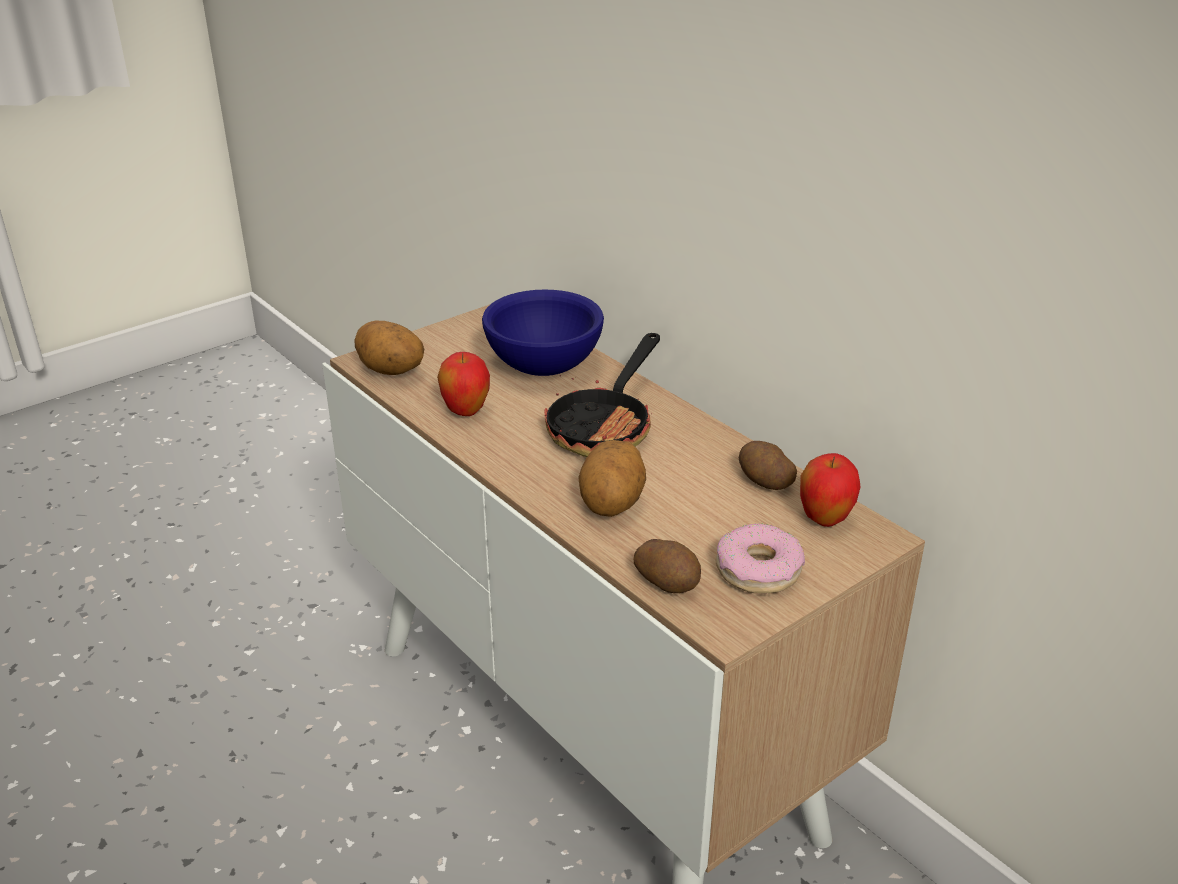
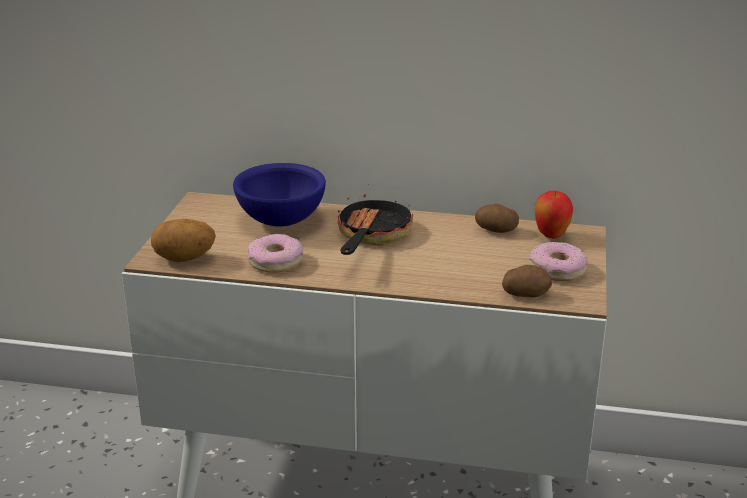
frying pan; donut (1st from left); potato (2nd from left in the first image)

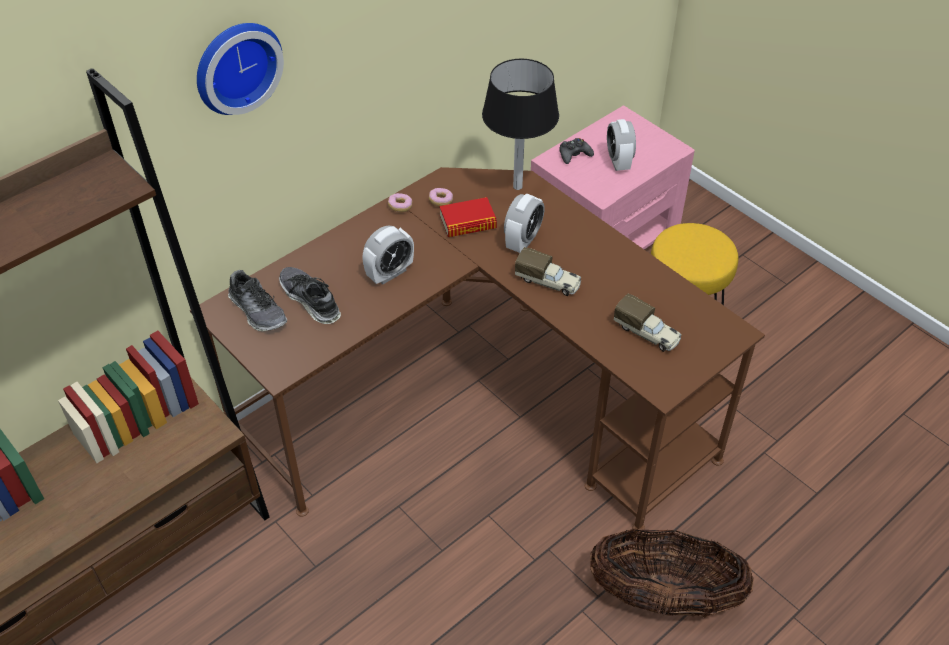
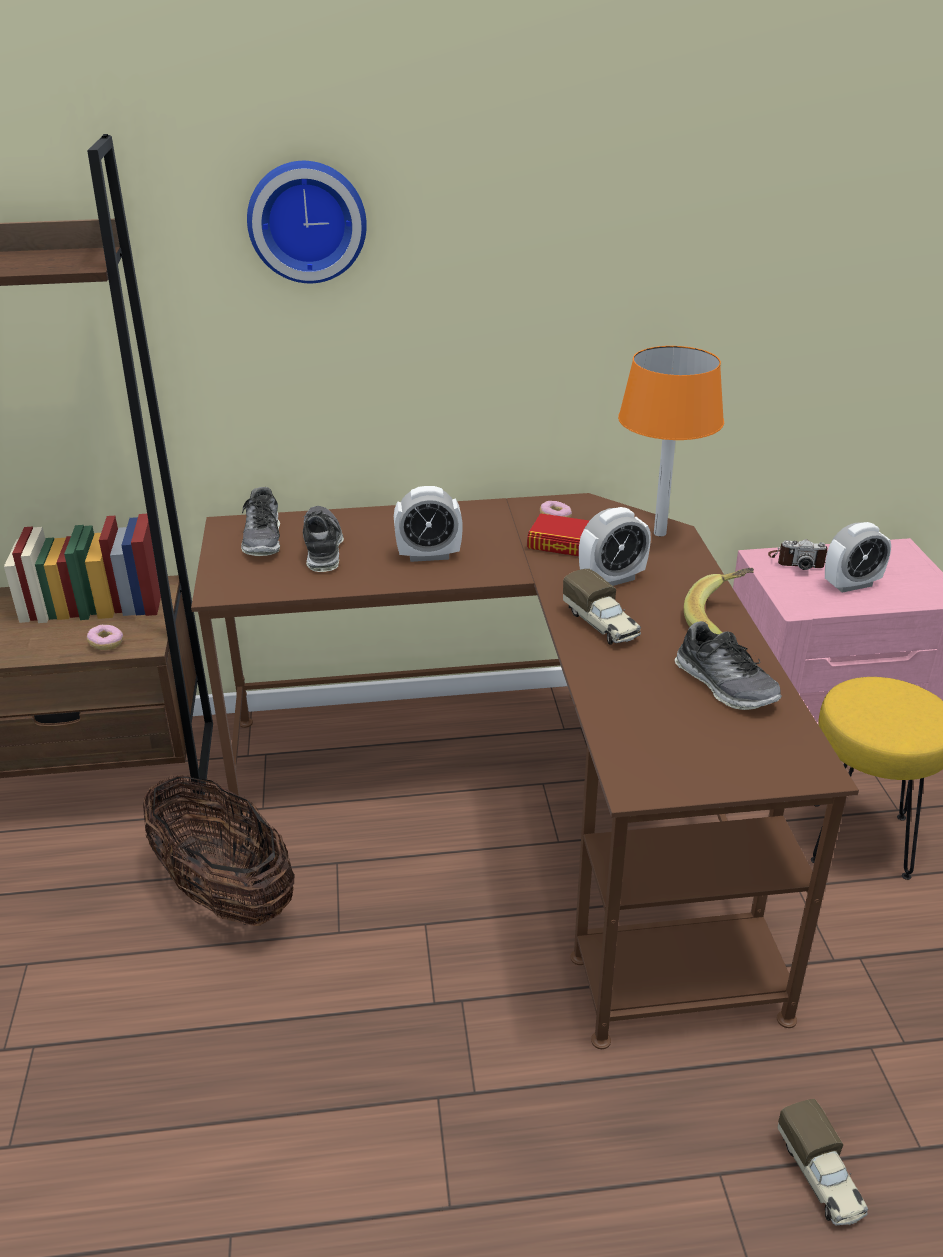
table lamp (orange); alarm clock (3rd from left); photo camera; donut (1st from left); toy truck (2nd from left); basket; banana; shoe (3rd from left)

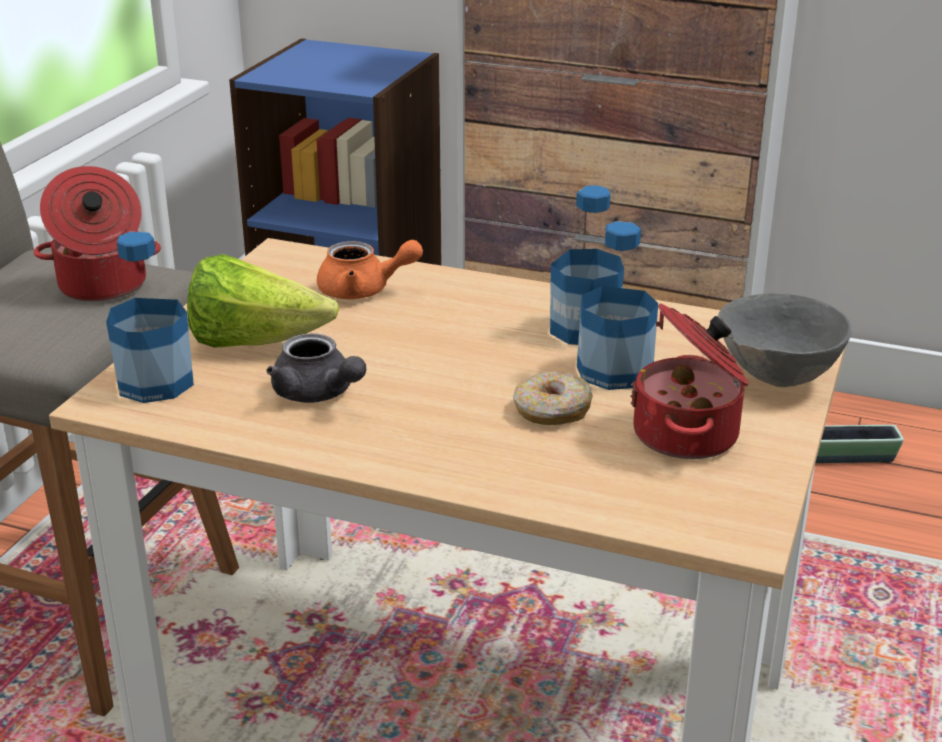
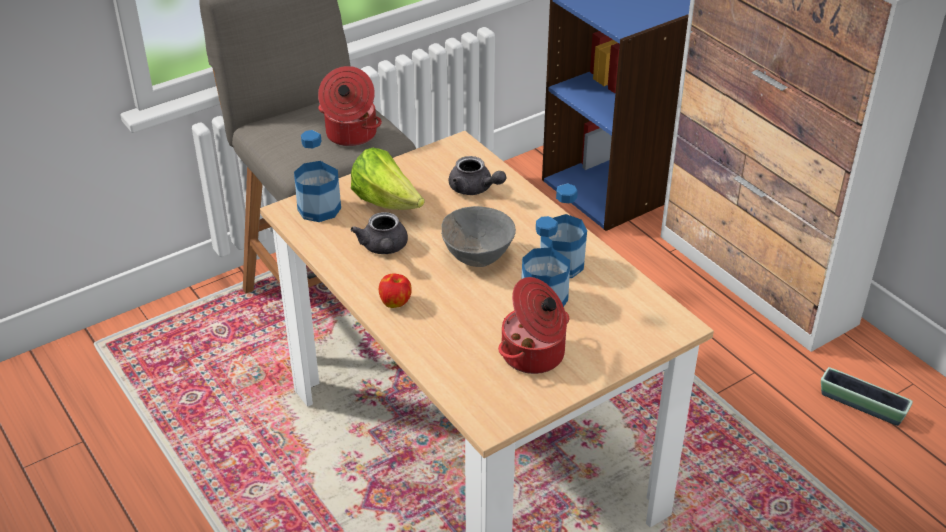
teapot (grey) (2nd from left); bowl (grey); donut; apple

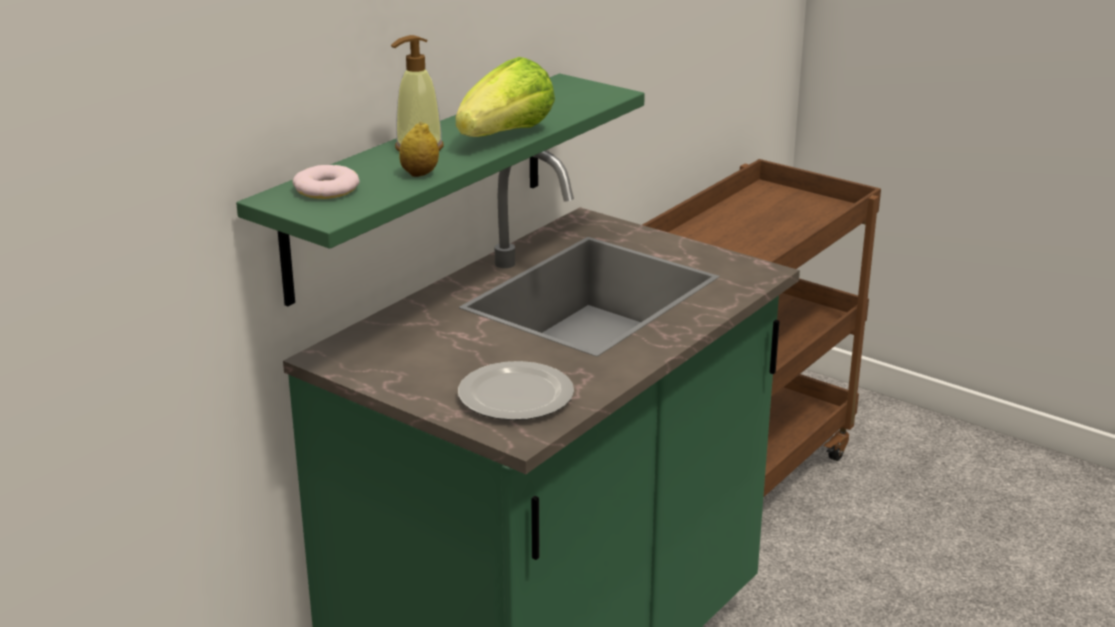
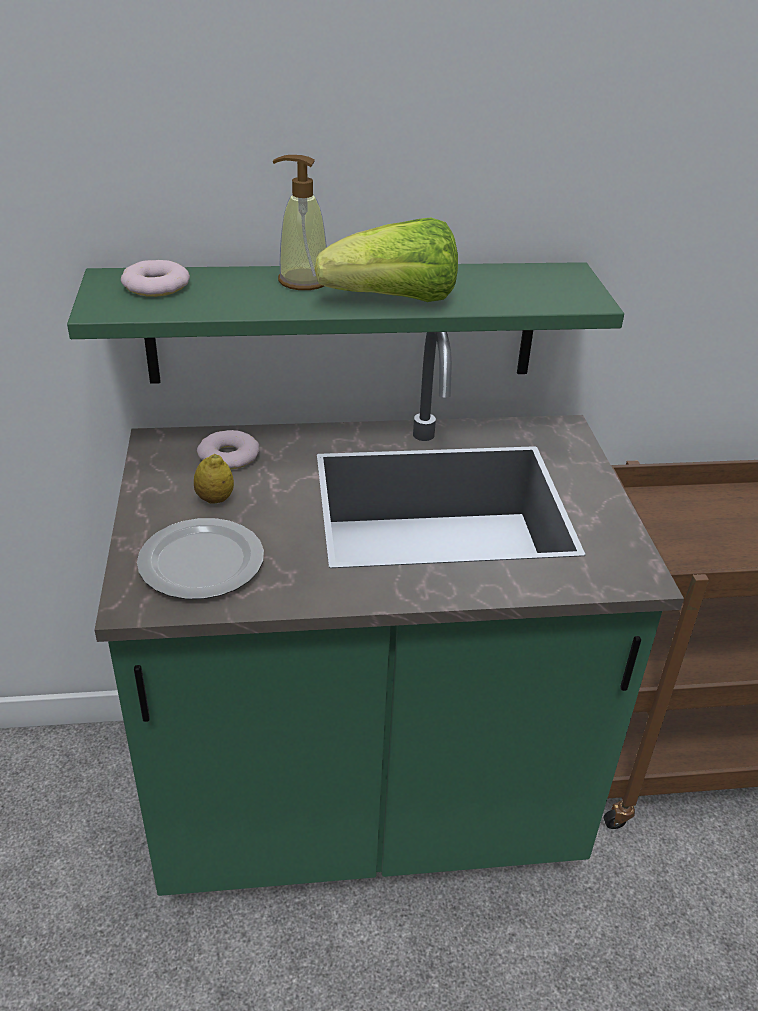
lemon; donut (2nd from left)

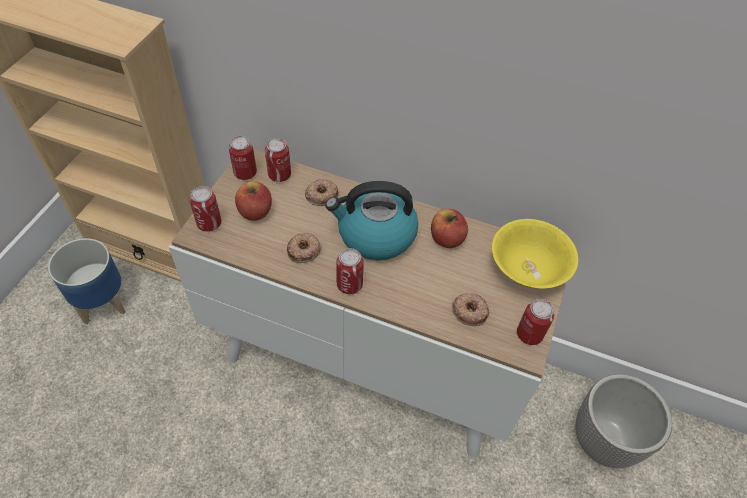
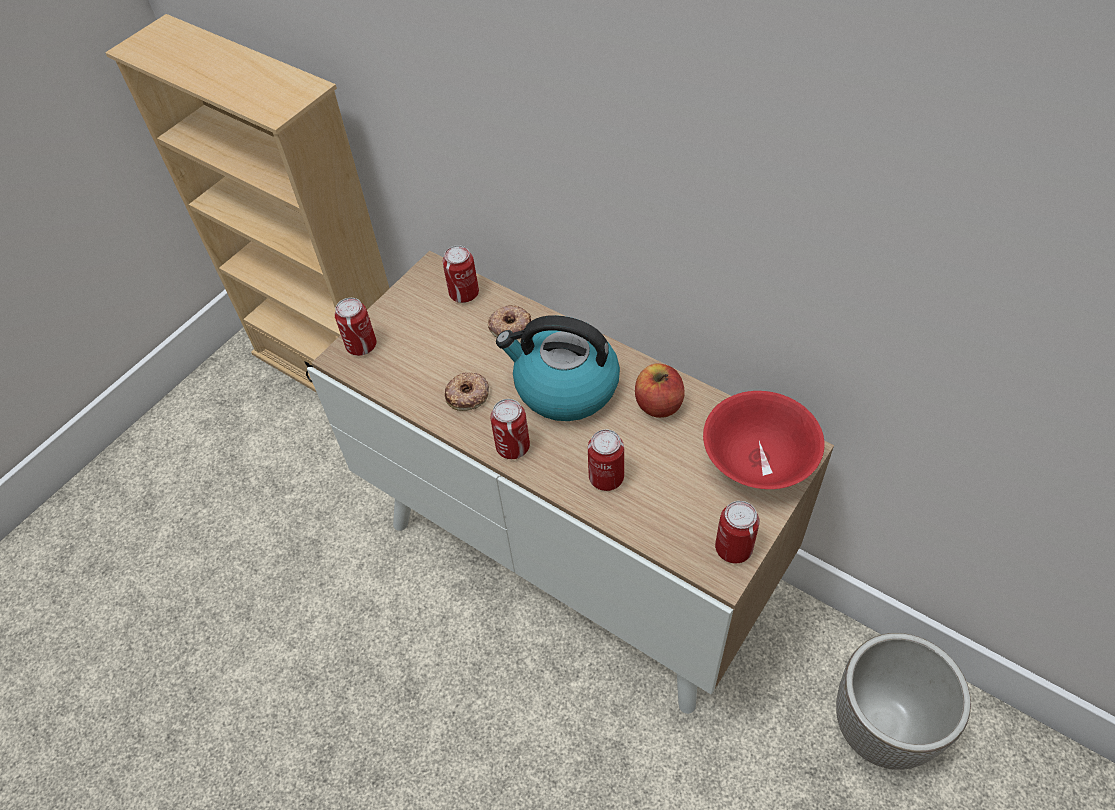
can (4th from left); apple (1st from left in the first image); bowl (red); planter (1st from left in the first image); donut (3rd from left in the first image)

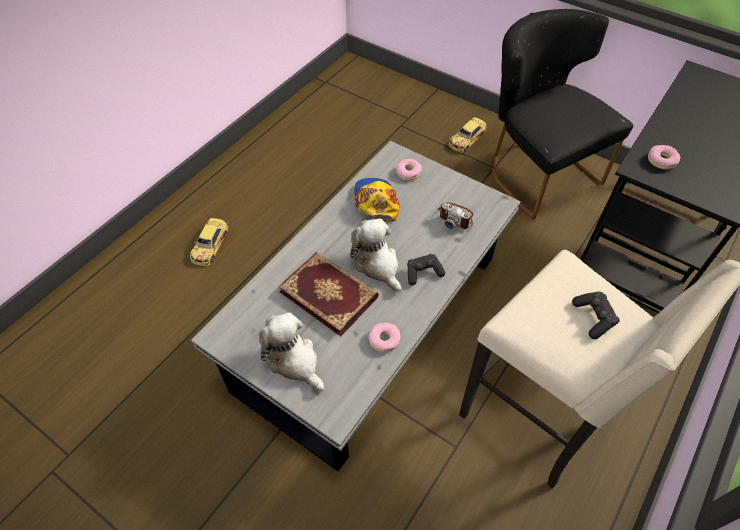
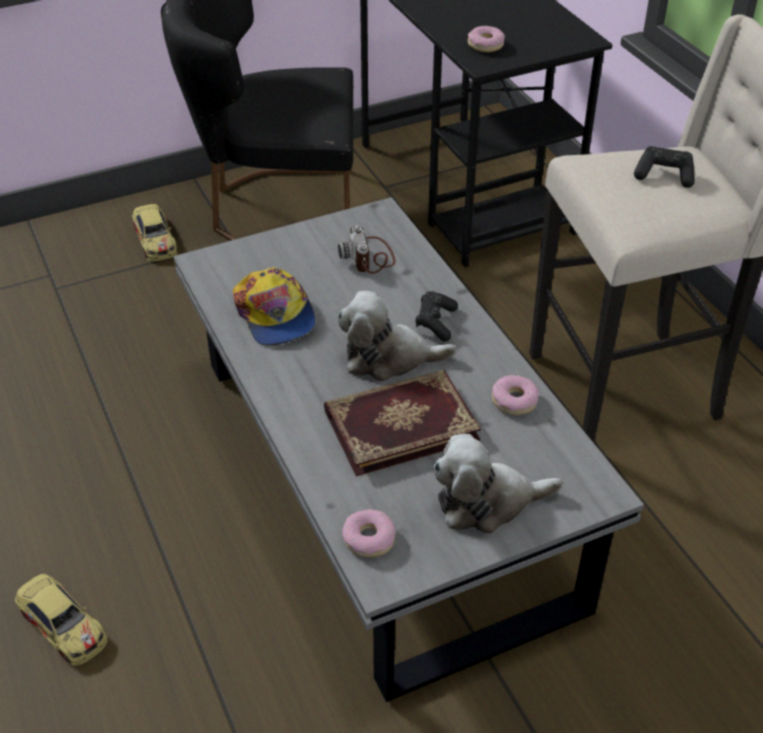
donut (1st from left); cap; photo camera

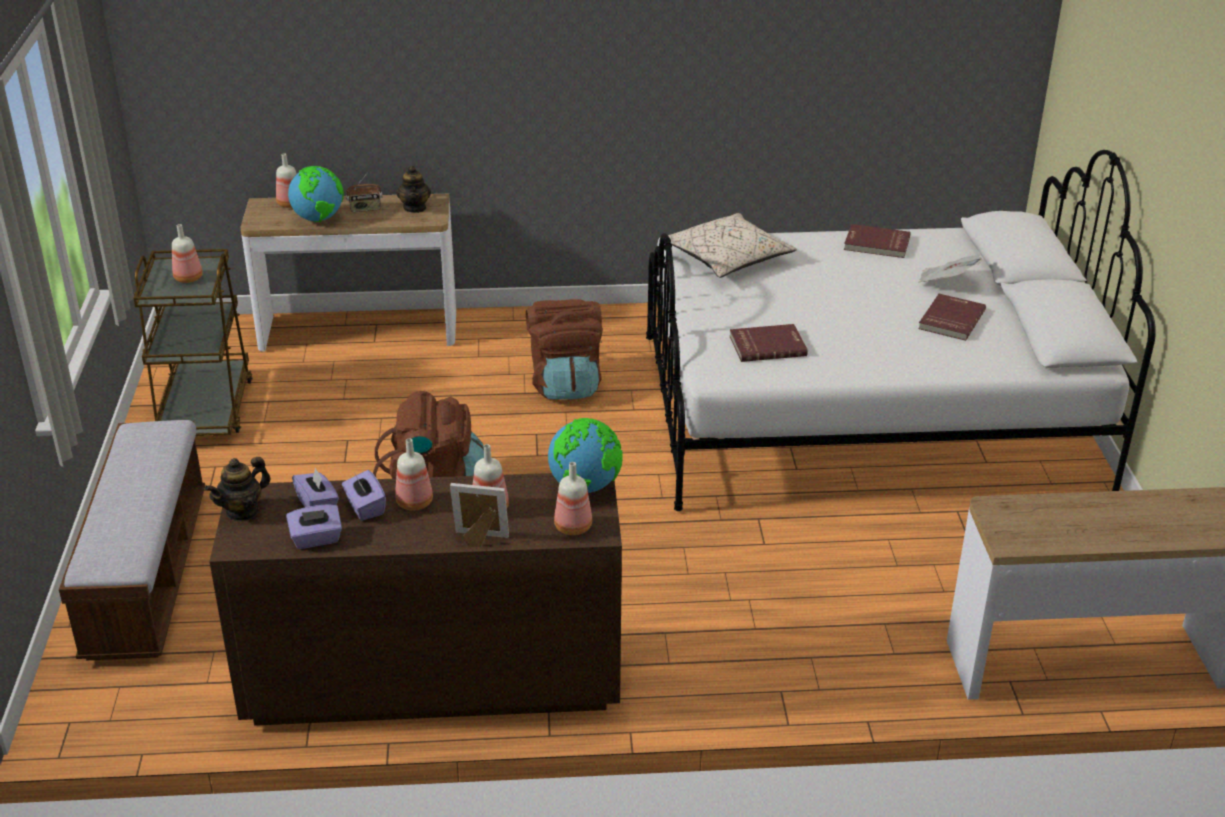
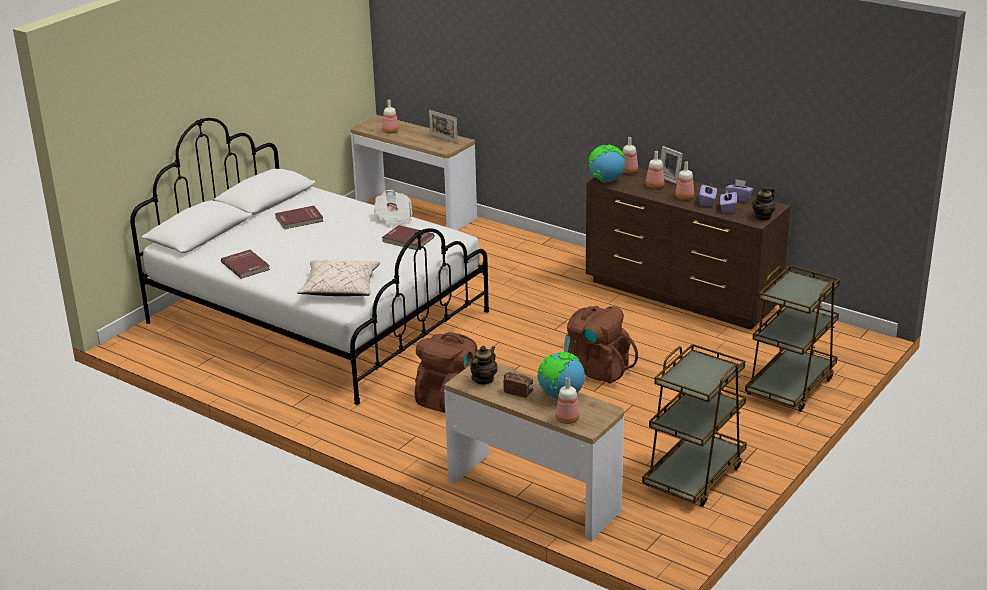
bottle (1st from left); newspaper; cart (brown) (2nd from left); teapot (2nd from left); picture frame (1st from left)

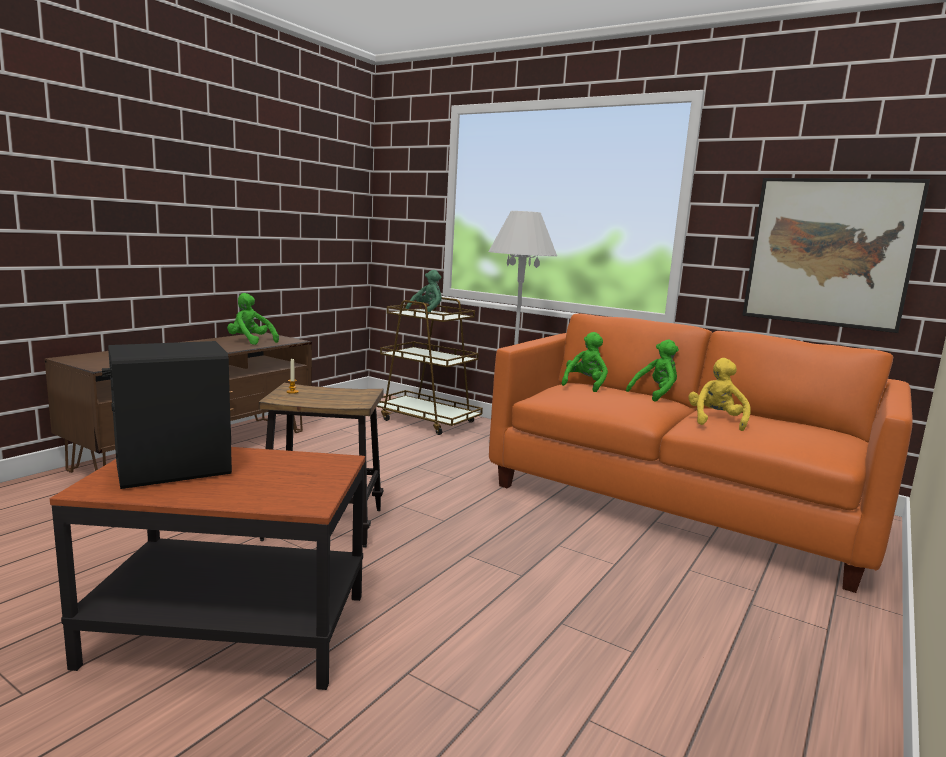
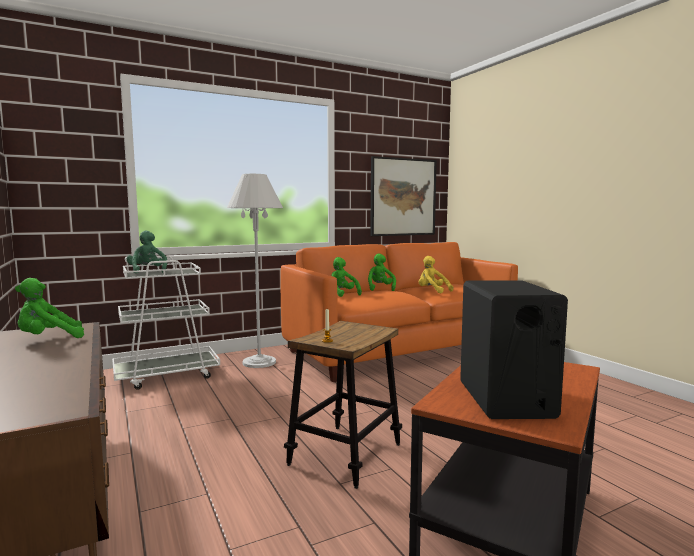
cart (white)

